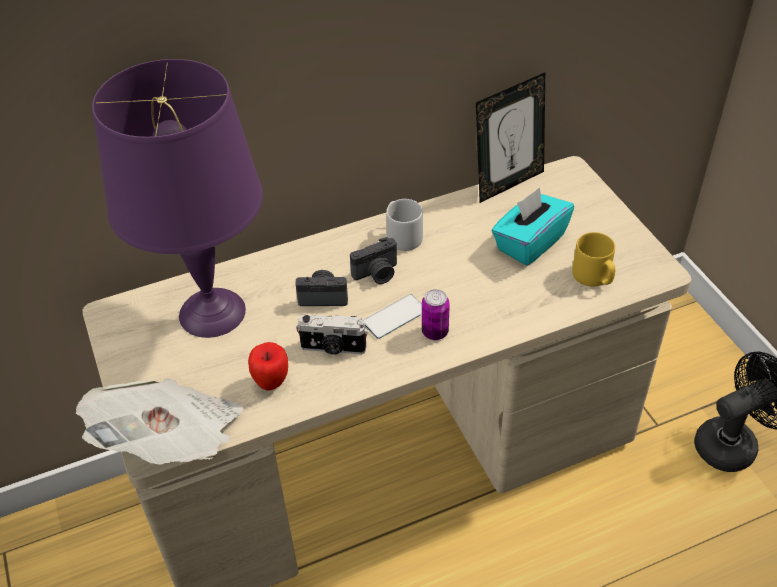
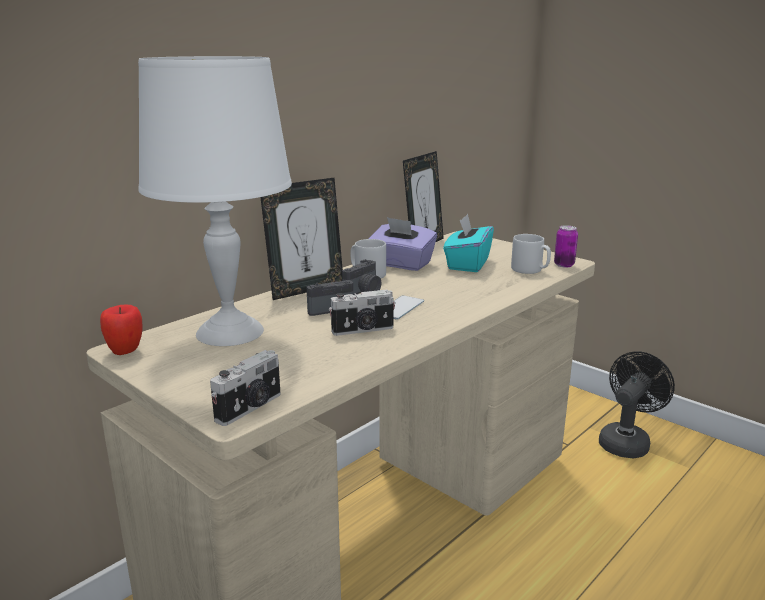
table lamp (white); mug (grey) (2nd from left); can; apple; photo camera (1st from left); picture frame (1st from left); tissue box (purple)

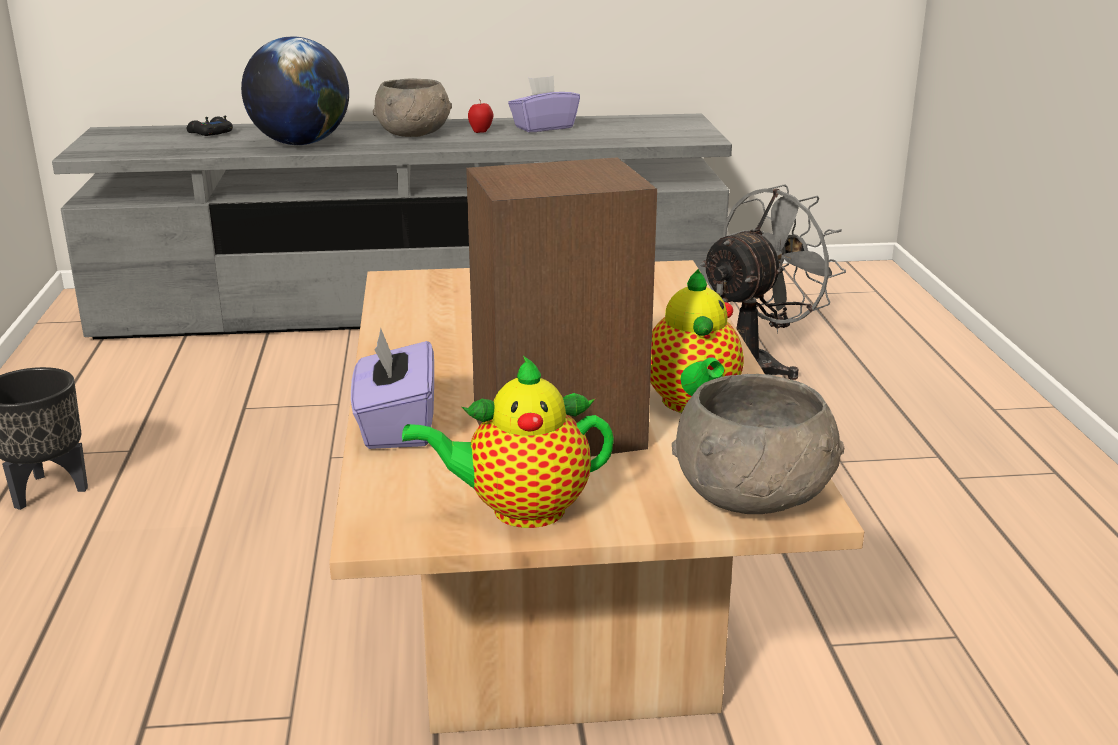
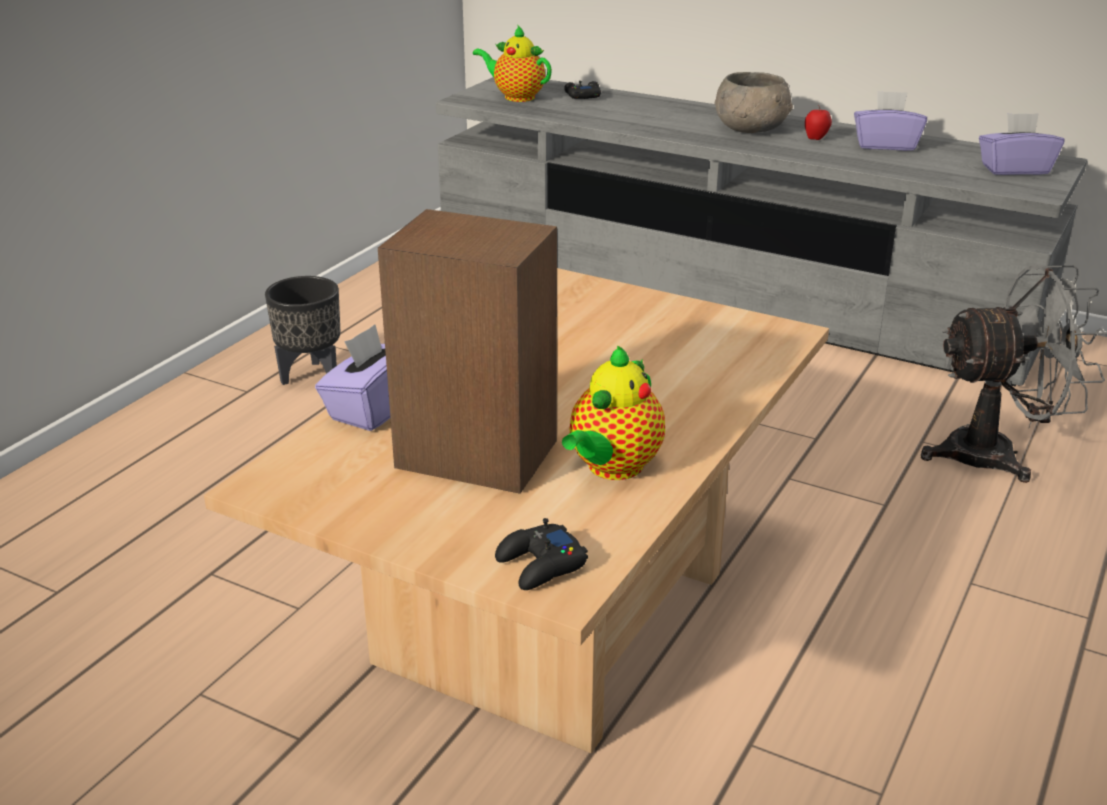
globe; teapot (1st from left); game controller (black) (1st from left); tissue box (purple) (3rd from left)

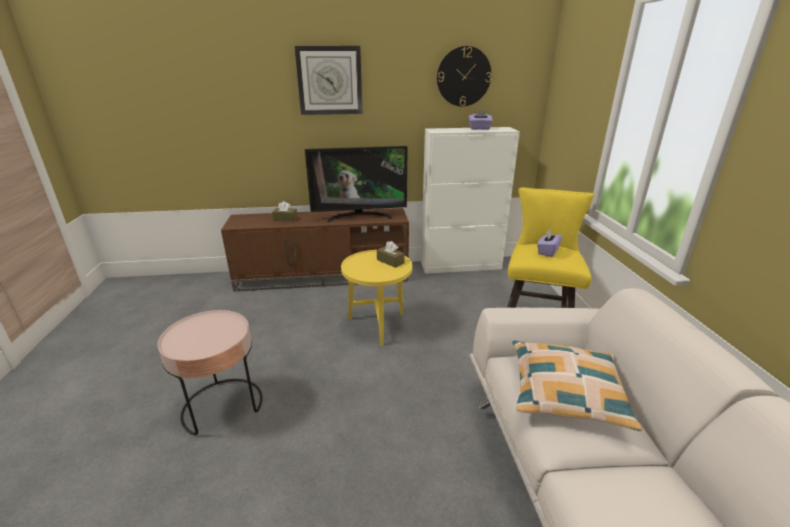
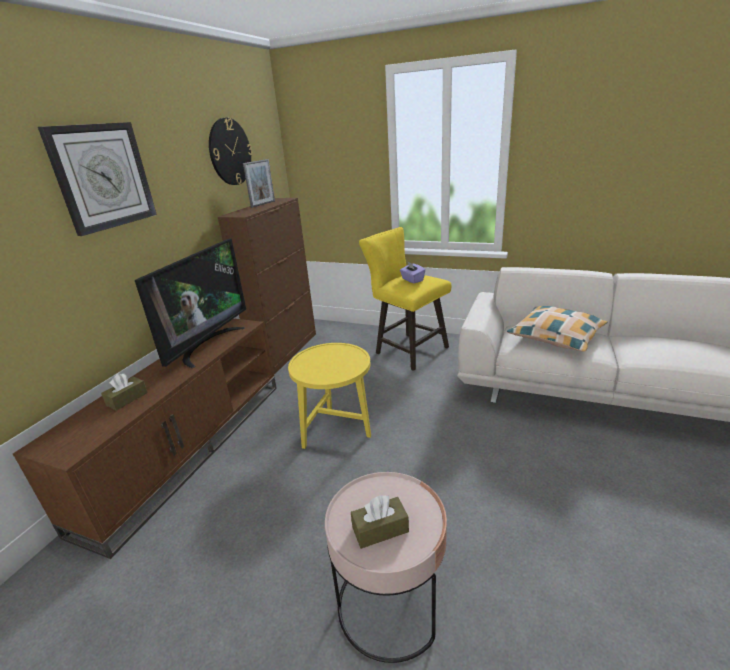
picture frame; cabinet (brown); tissue box (brown) (2nd from left)

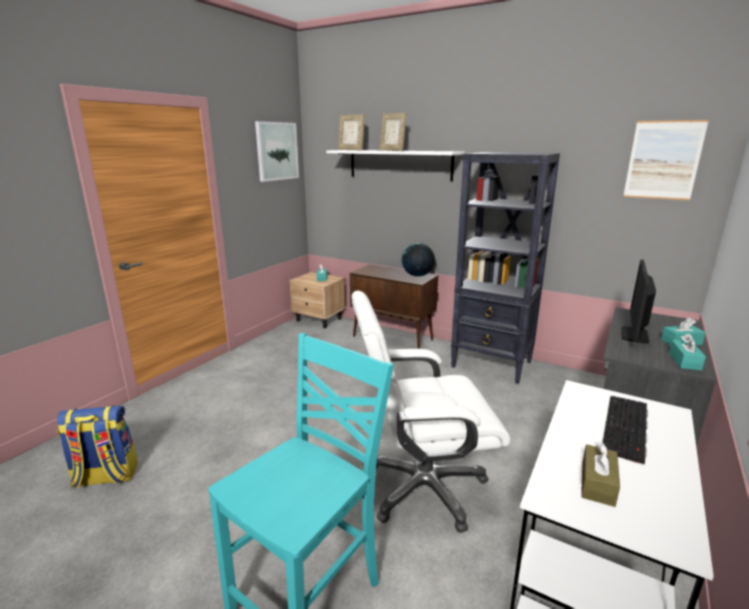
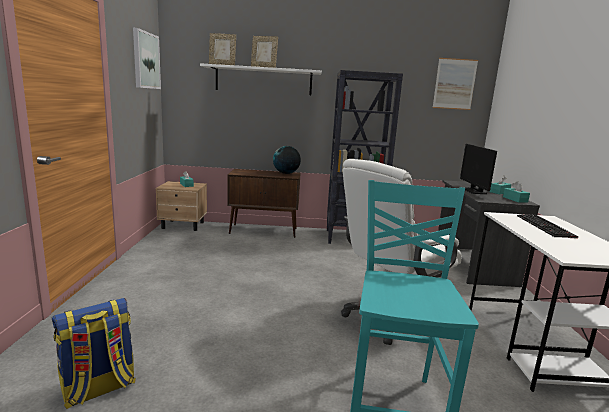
tissue box (brown)

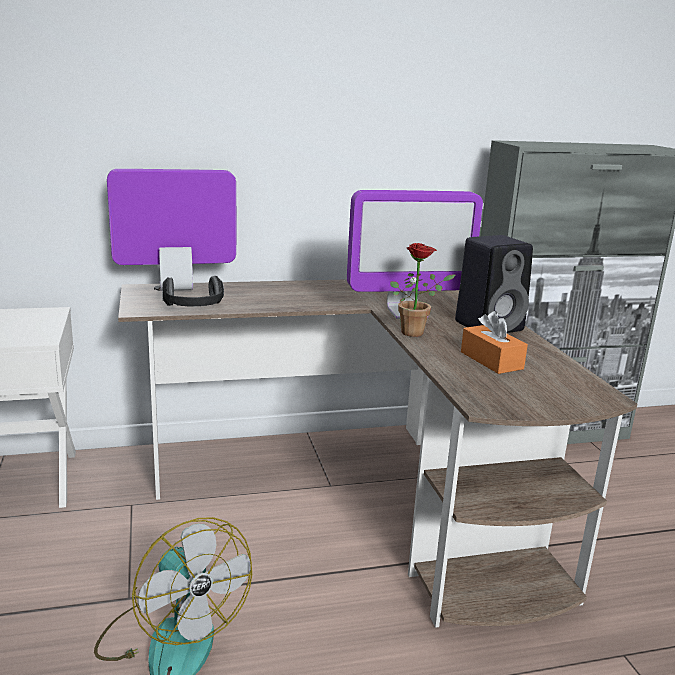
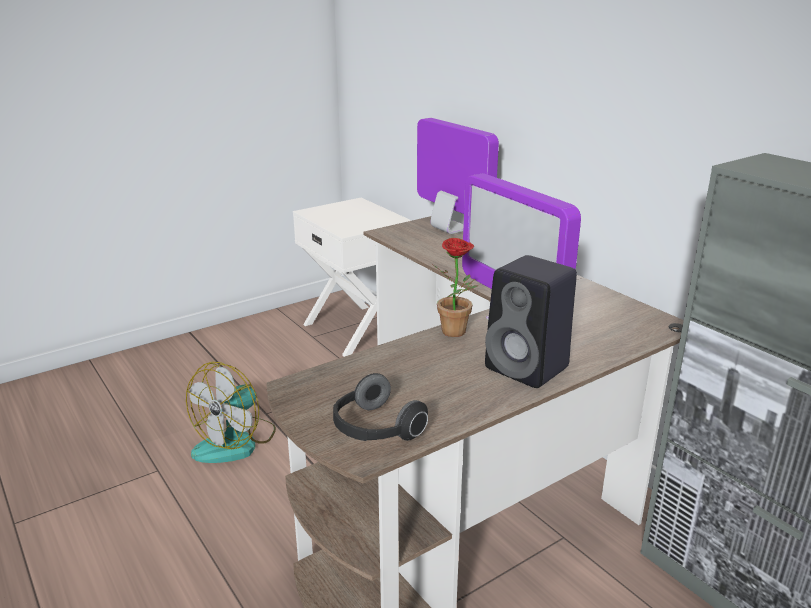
headphones; tissue box (orange)

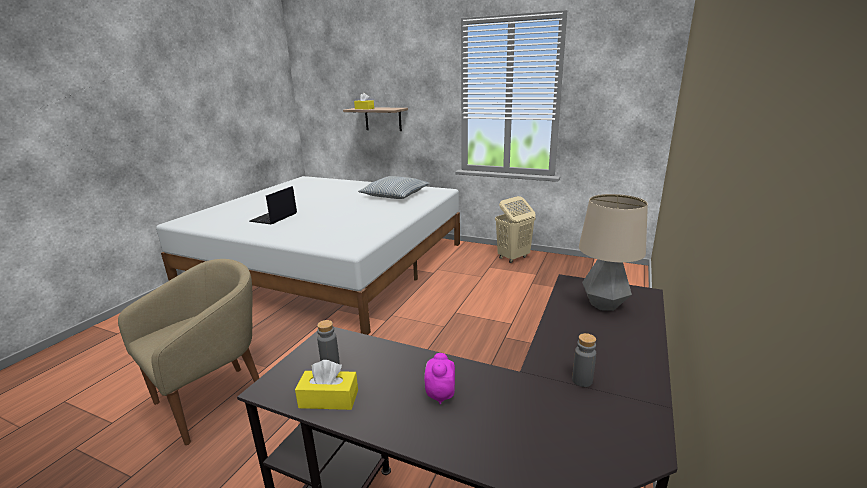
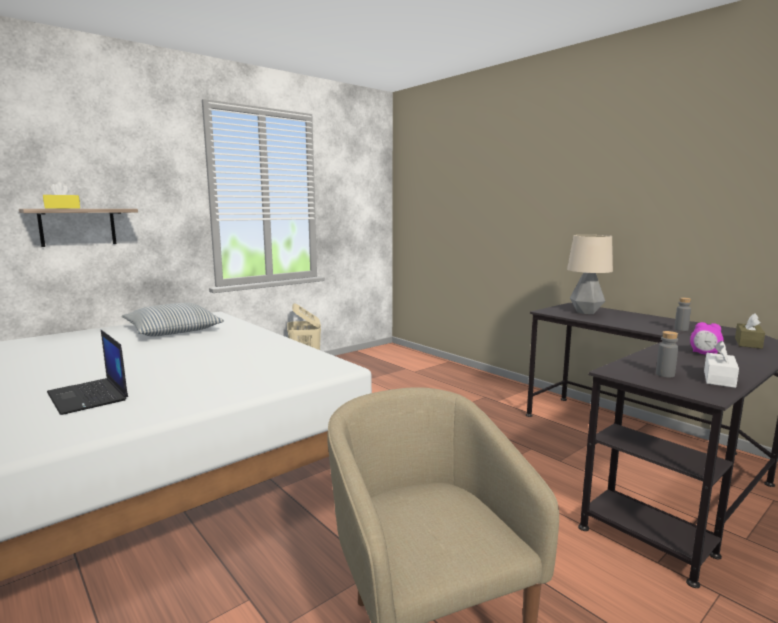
tissue box (white); tissue box (brown)

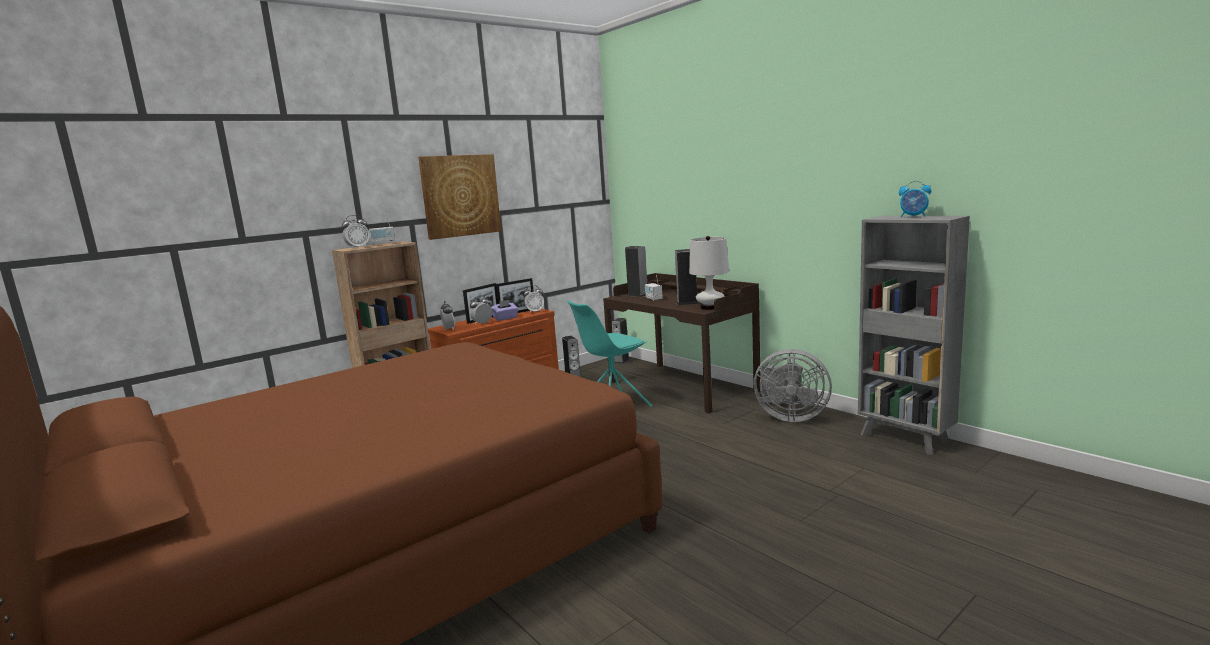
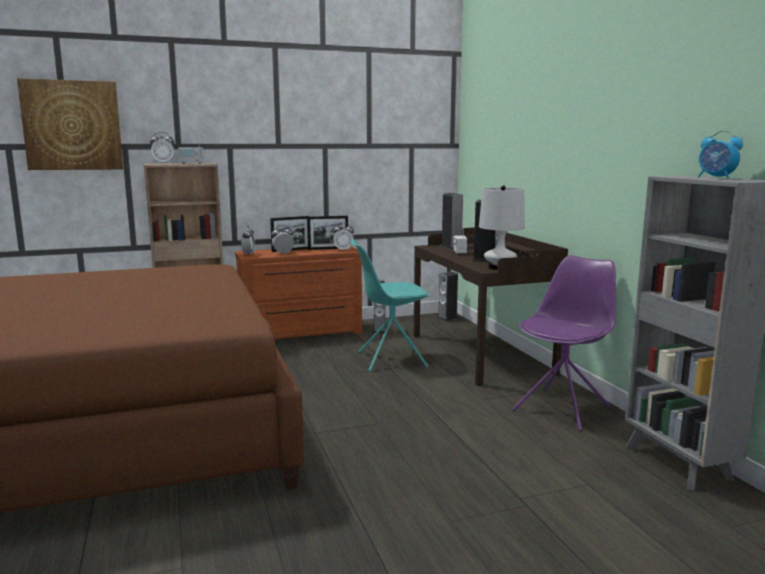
picture; tissue box (purple); chair (purple)

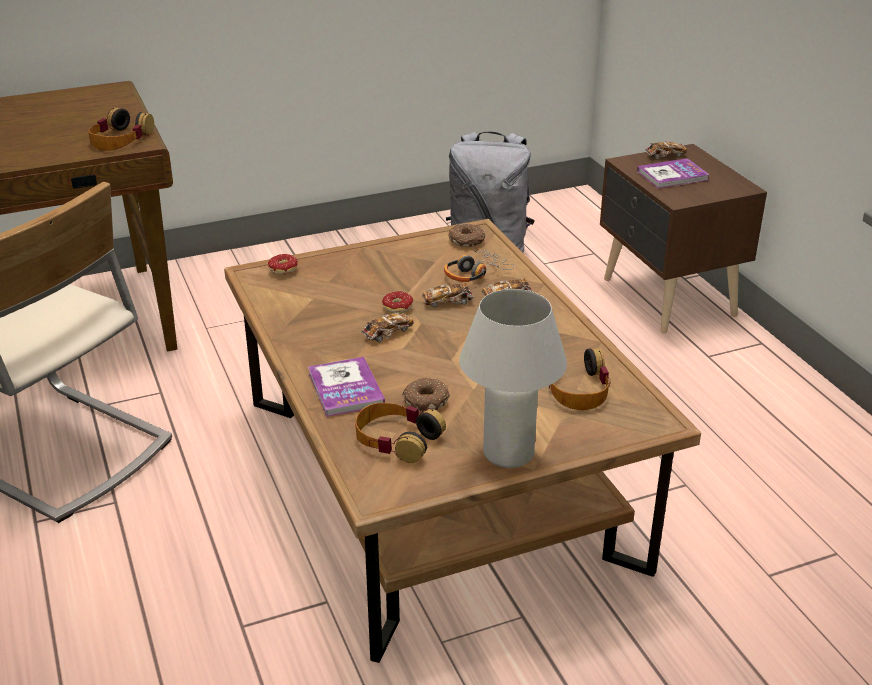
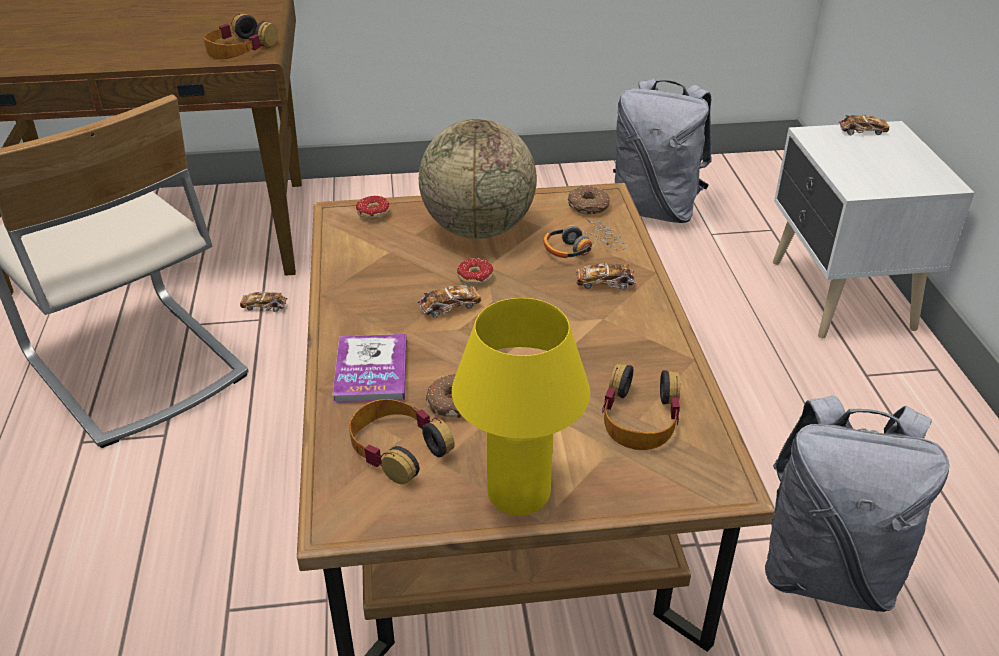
nightstand (white); book (2nd from left in the first image); toy car (1st from left); table lamp (yellow); globe; backpack (grey) (2nd from left)

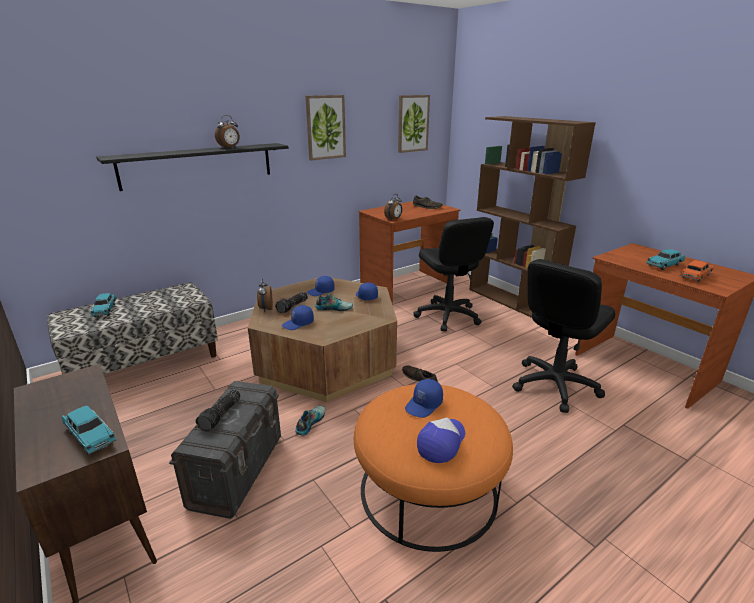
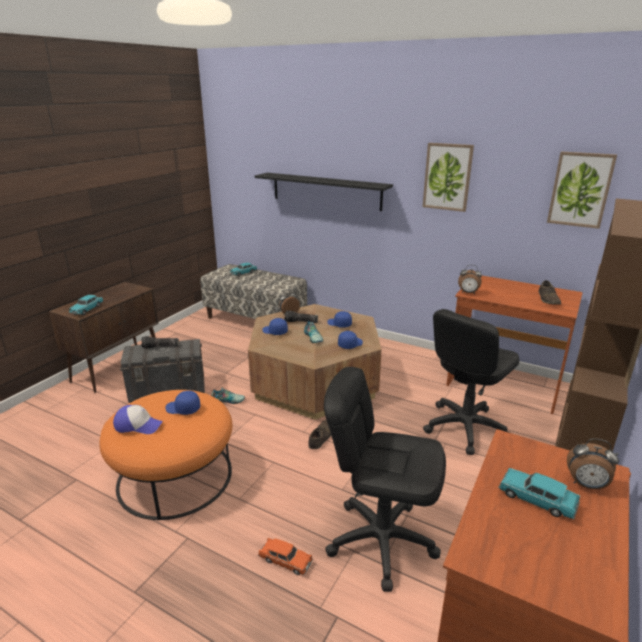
alarm clock (3rd from left); toy car (orange)

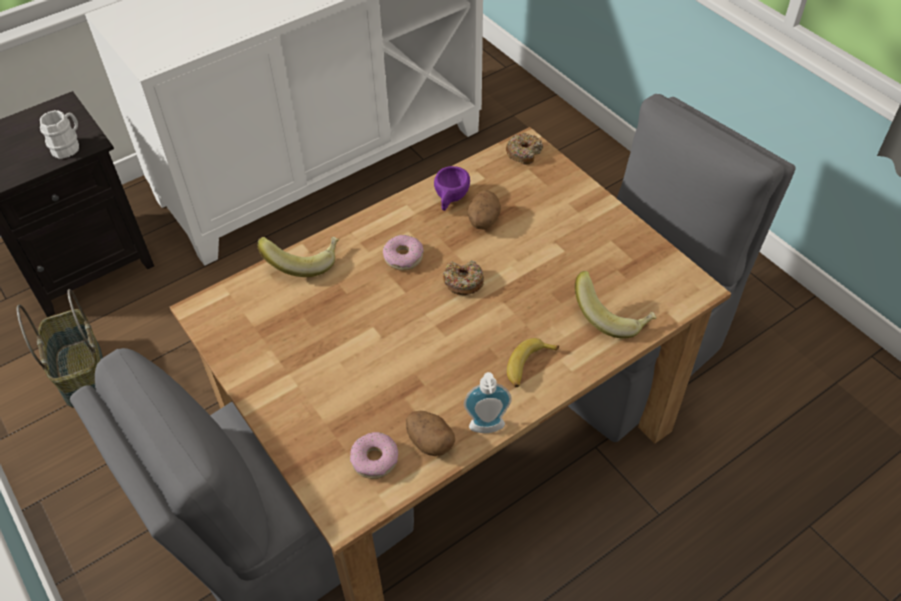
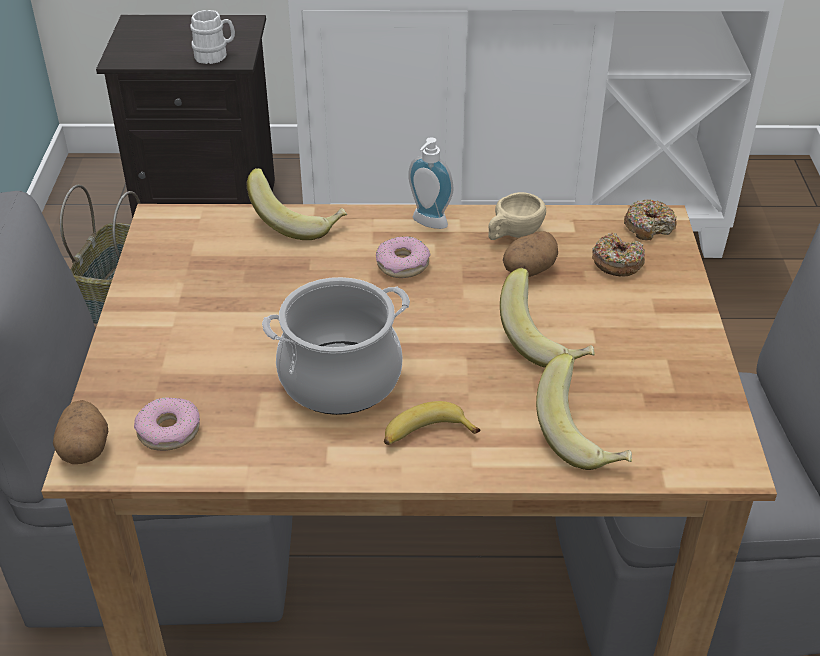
cup (beige); donut (3rd from left); soap dispenser; potato (1st from left); banana (3rd from left); cooking pot

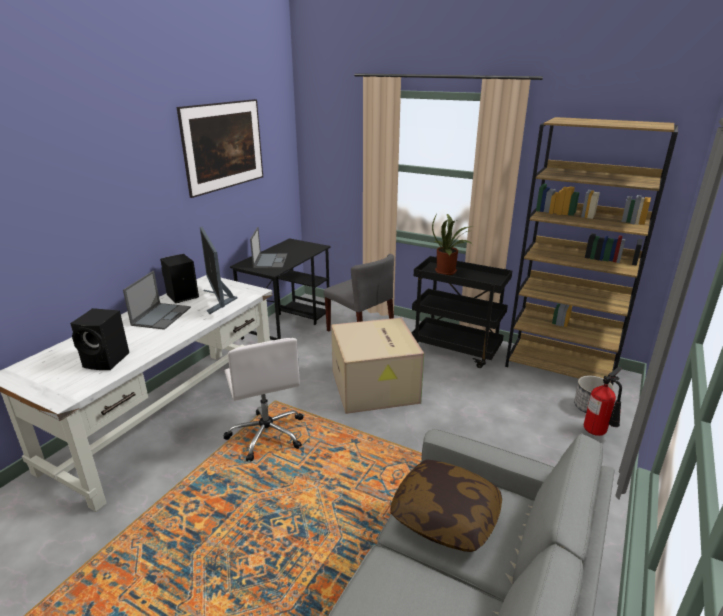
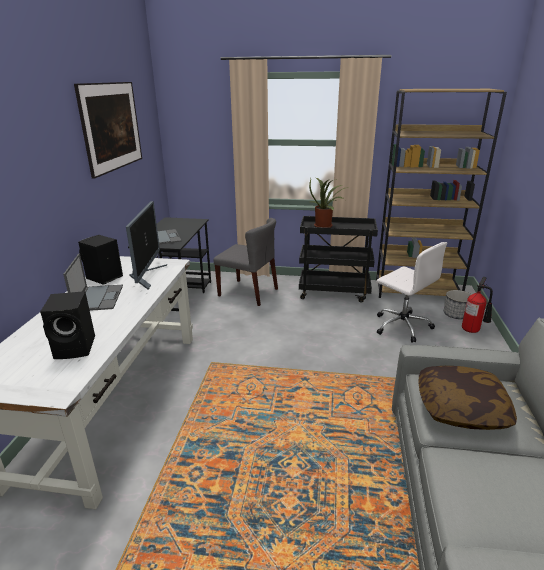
monitor; cardboard box; office chair (white)

